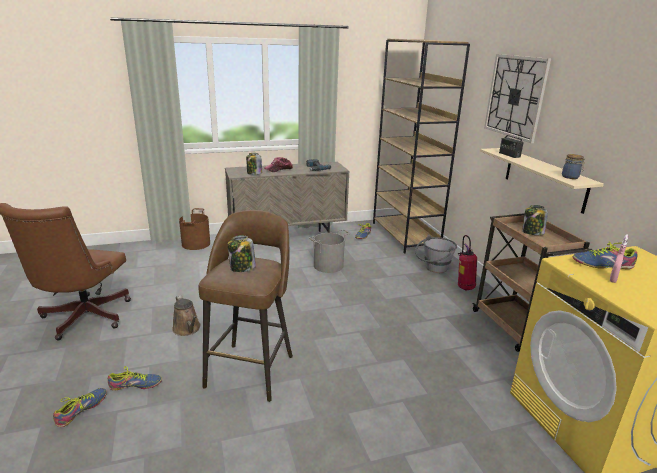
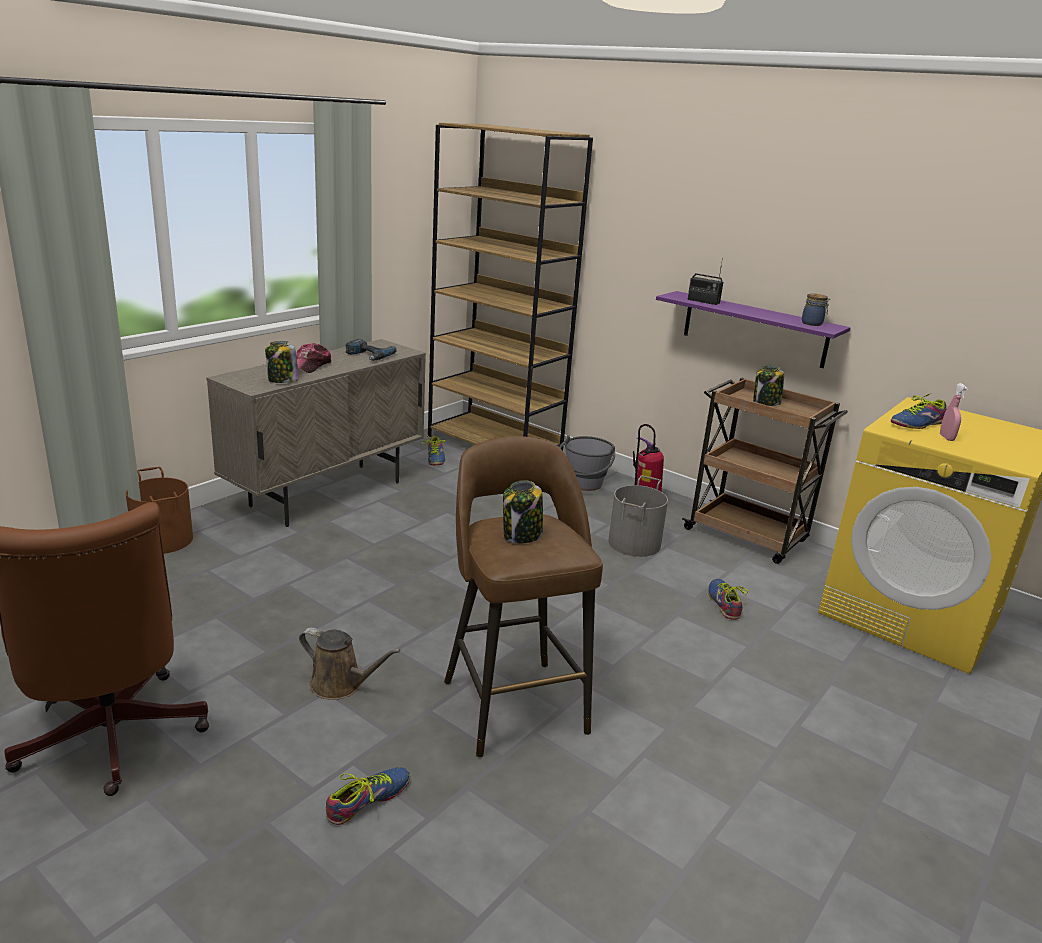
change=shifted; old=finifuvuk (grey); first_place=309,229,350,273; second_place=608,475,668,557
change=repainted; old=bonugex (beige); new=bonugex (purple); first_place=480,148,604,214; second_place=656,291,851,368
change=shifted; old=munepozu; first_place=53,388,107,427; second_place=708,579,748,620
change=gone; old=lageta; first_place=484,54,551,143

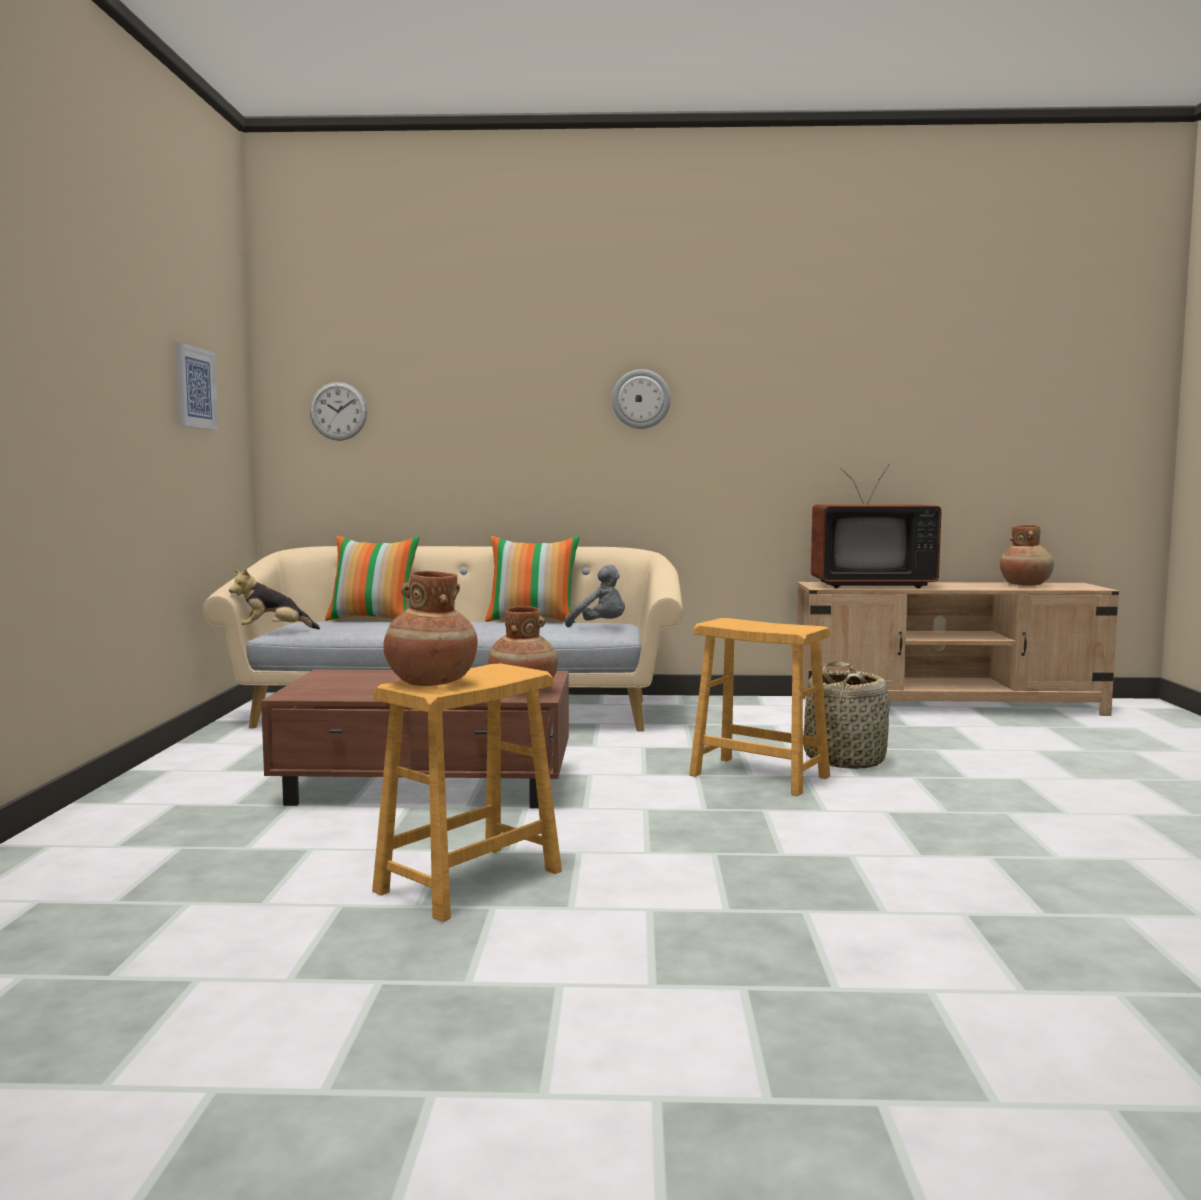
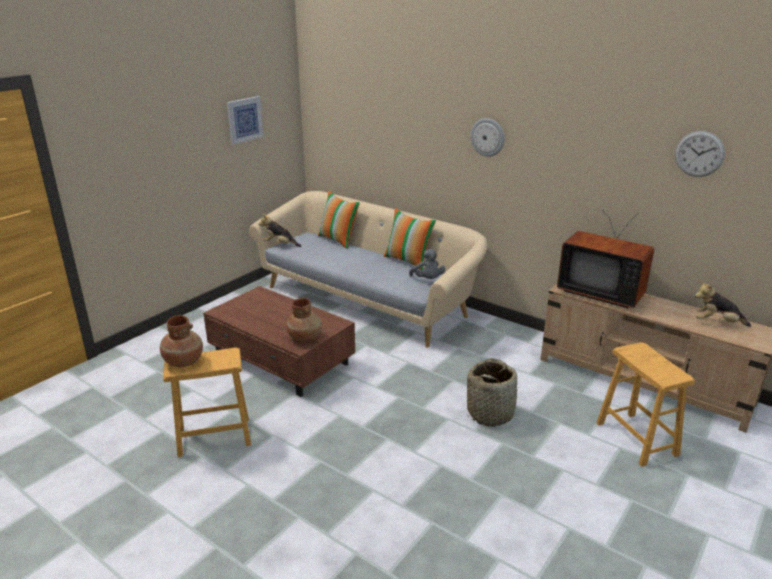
change=shifted; old=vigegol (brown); first_place=689,618,830,796; second_place=596,342,695,467
change=shifted; old=lageta; first_place=310,382,367,441; second_place=675,131,725,177
change=swapped; old=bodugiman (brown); new=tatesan; first_place=1000,525,1054,586; second_place=695,281,751,327

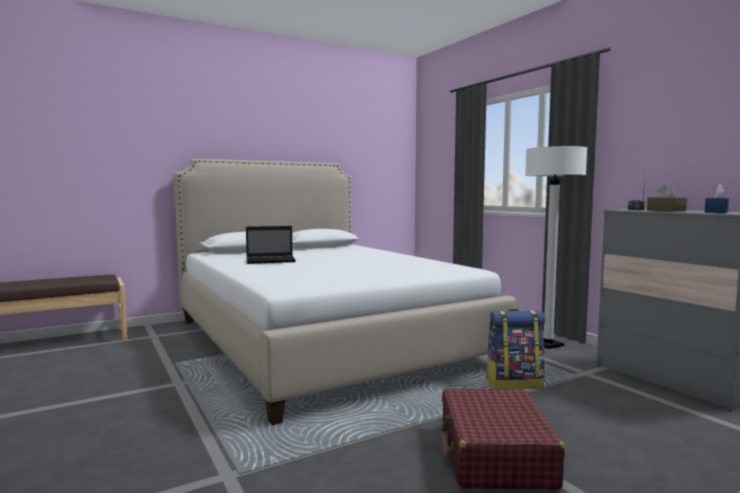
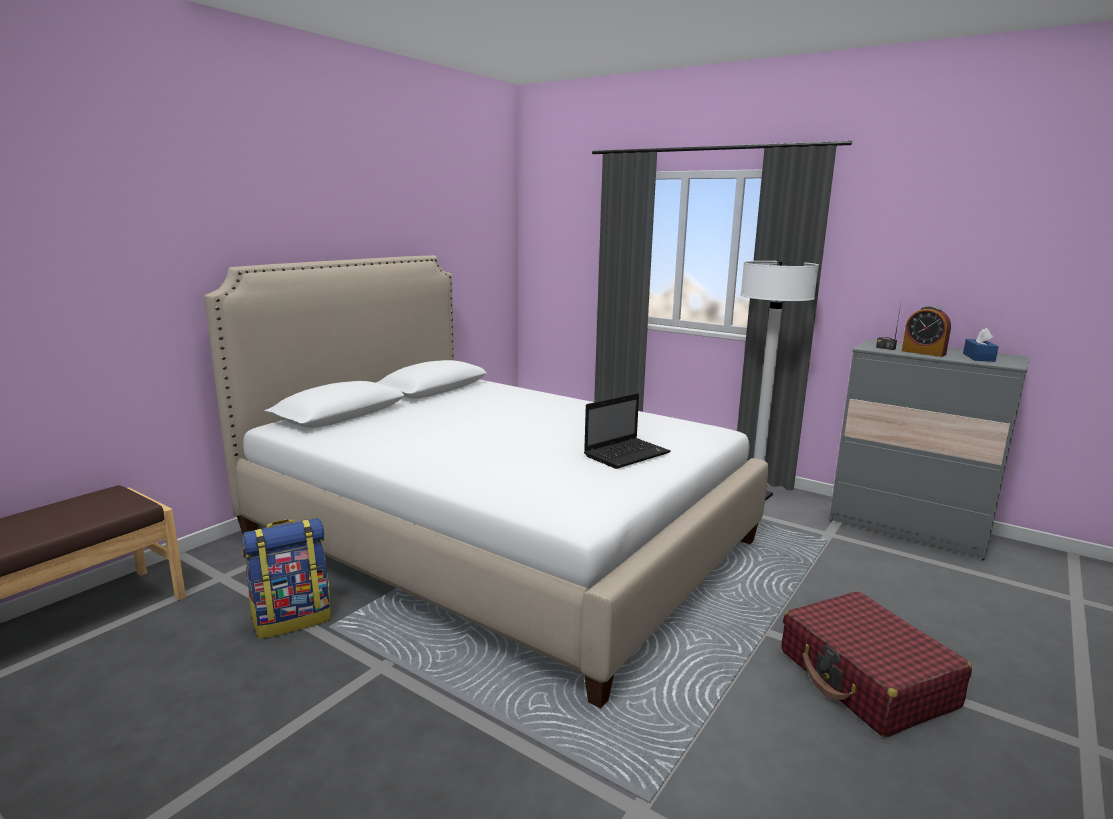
change=shifted; old=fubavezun; first_place=486,309,545,389; second_place=243,518,331,639
change=shifted; old=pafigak; first_place=246,226,296,264; second_place=584,393,671,469
change=swapped; old=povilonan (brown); new=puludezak; first_place=647,184,687,212; second_place=902,306,951,357

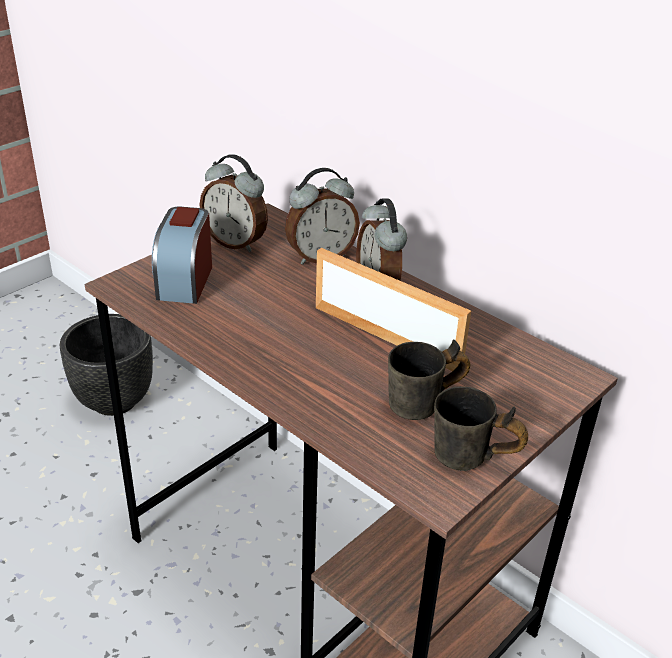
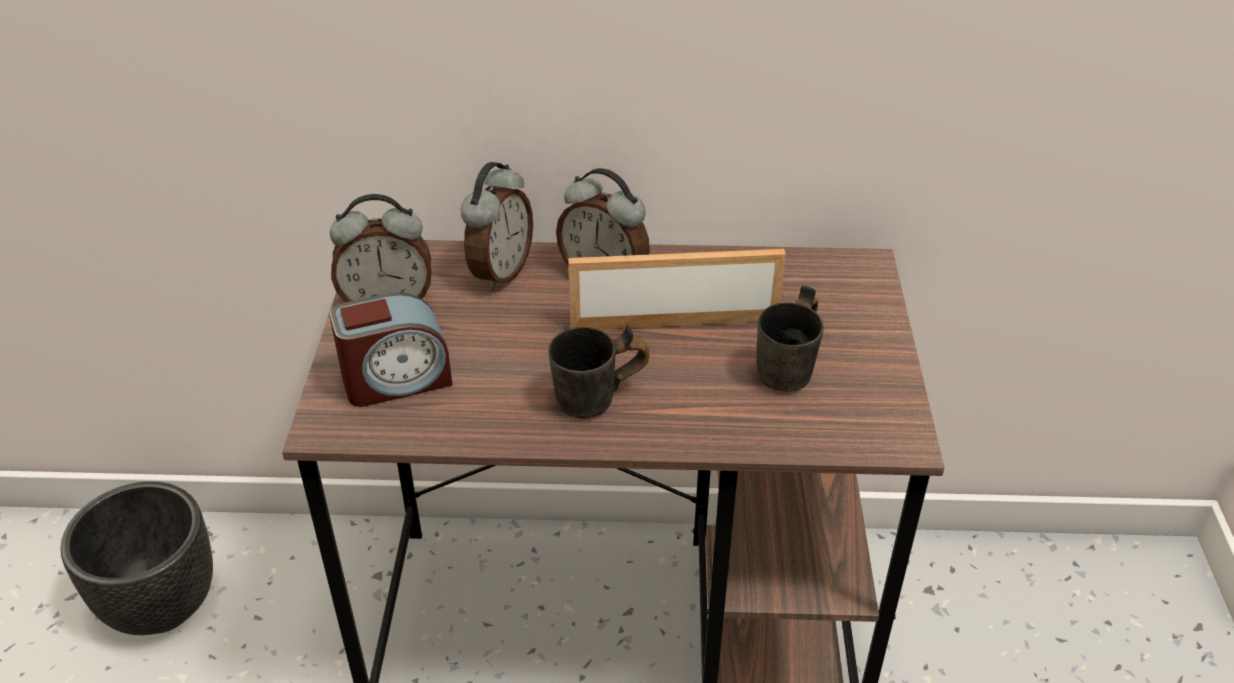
change=rotated; old=puludezak; first_place=152,207,212,304; second_place=329,292,453,407; degrees=-75
change=shifted; old=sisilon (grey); first_place=434,386,528,471; second_place=548,325,650,418

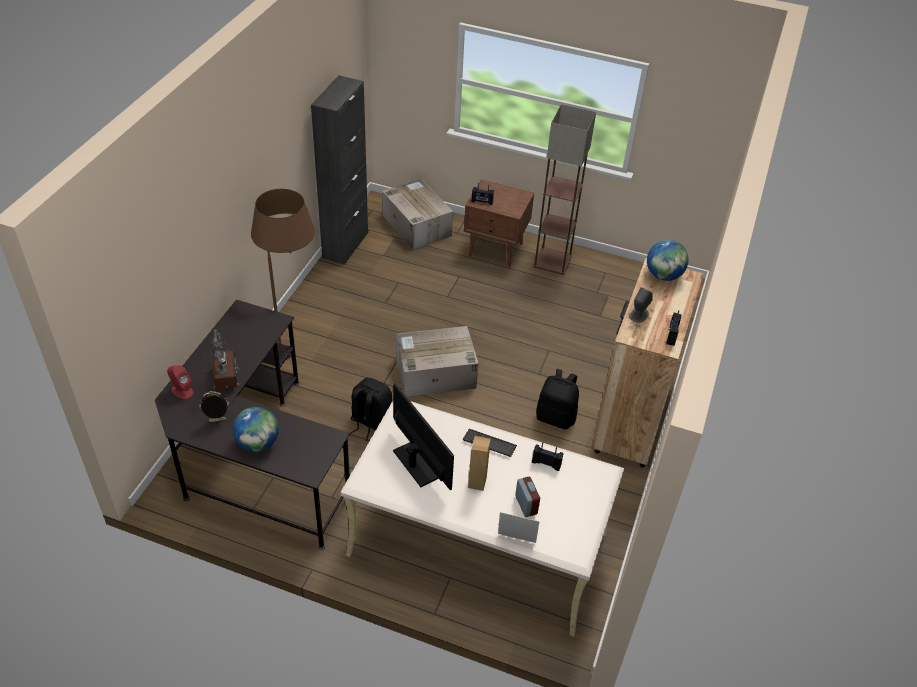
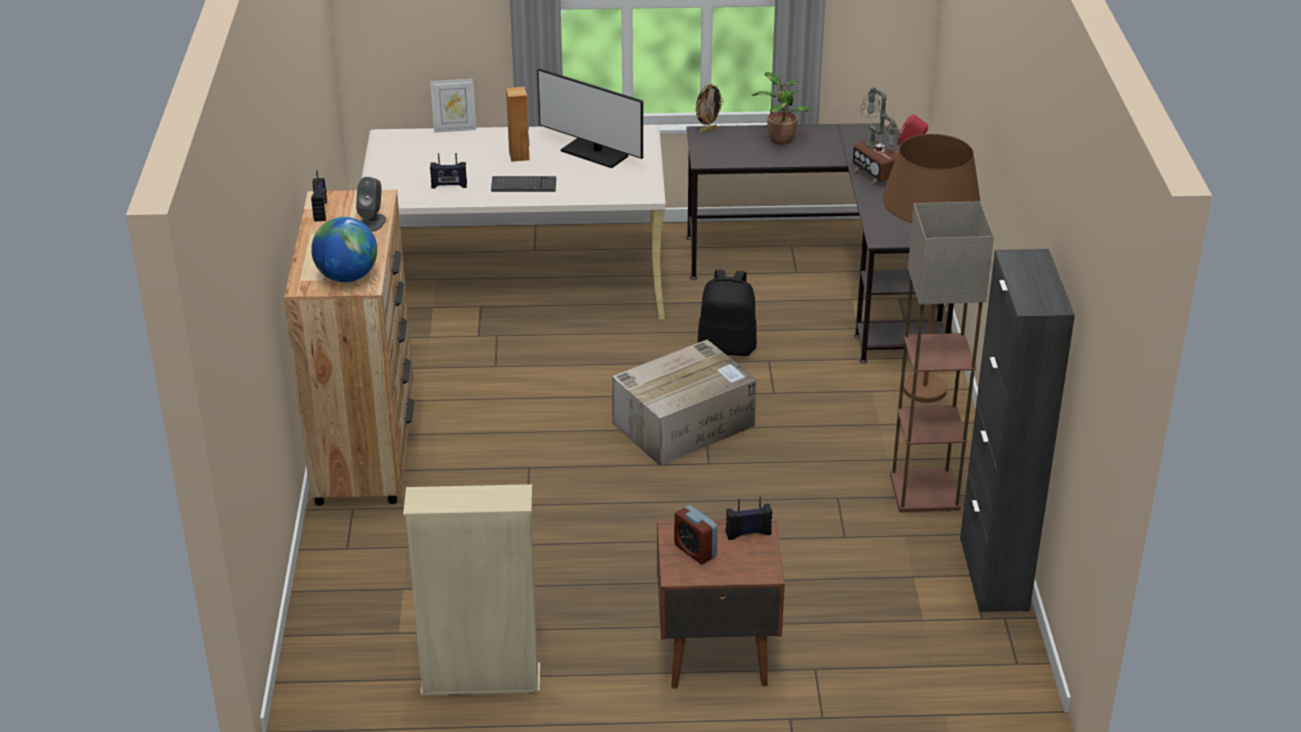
change=new; new=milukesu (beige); second_place=403,484,540,696
change=shifted; old=puludezak; first_place=515,476,540,517; second_place=674,505,718,564
change=shifted; old=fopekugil; first_place=199,391,229,422; second_place=695,83,724,133
change=swapped; old=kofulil; new=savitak; first_place=233,407,279,452; second_place=750,72,812,145
change=shifted; old=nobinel; first_place=533,104,596,275; second_place=890,201,994,513
change=gone; old=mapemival; first_place=382,179,453,250
change=gone; old=fubavezun (black); first_place=536,369,579,430

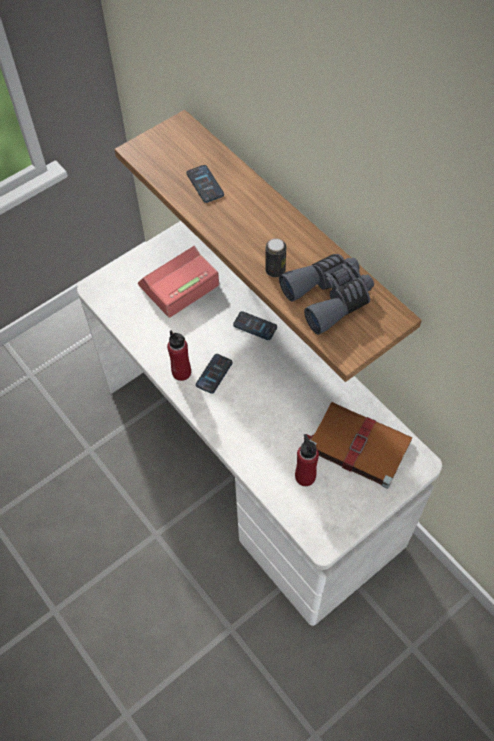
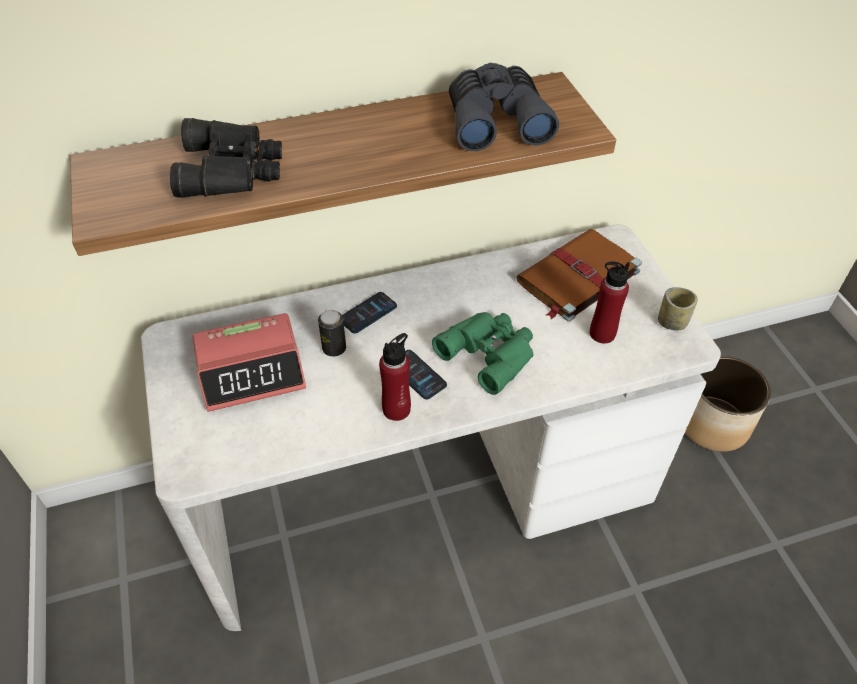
change=swapped; old=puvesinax; new=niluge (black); first_place=186,165,224,203; second_place=170,118,282,198
change=rotated; old=puludezak; first_place=138,246,219,317; second_place=192,313,306,412; degrees=-90
change=shifted; old=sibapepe; first_place=265,238,286,277; second_place=318,310,346,357
change=new; new=niluge (green); second_place=432,312,533,395
change=new; new=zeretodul; second_place=658,287,698,331
change=new; new=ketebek; second_place=685,356,771,452

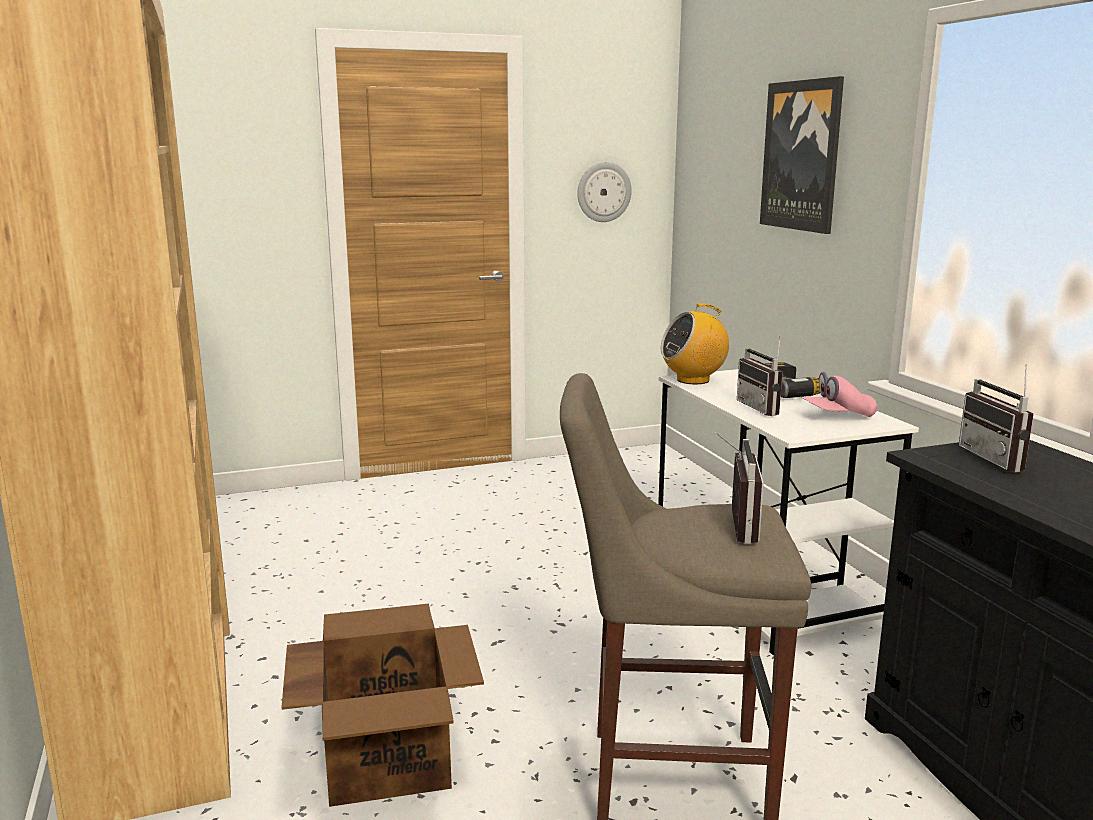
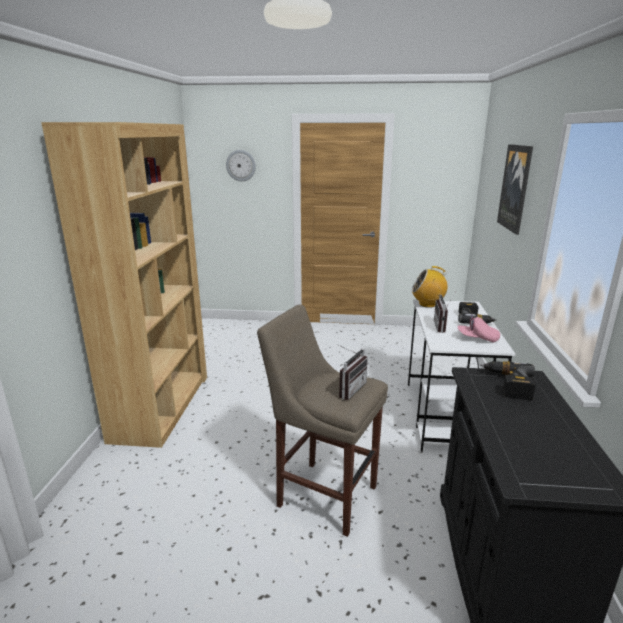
change=shifted; old=lageta; first_place=577,162,632,222; second_place=226,150,256,181
change=swapped; old=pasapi; new=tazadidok; first_place=959,365,1034,472; second_place=480,361,535,400
change=gone; old=mapemival; first_place=282,604,484,807

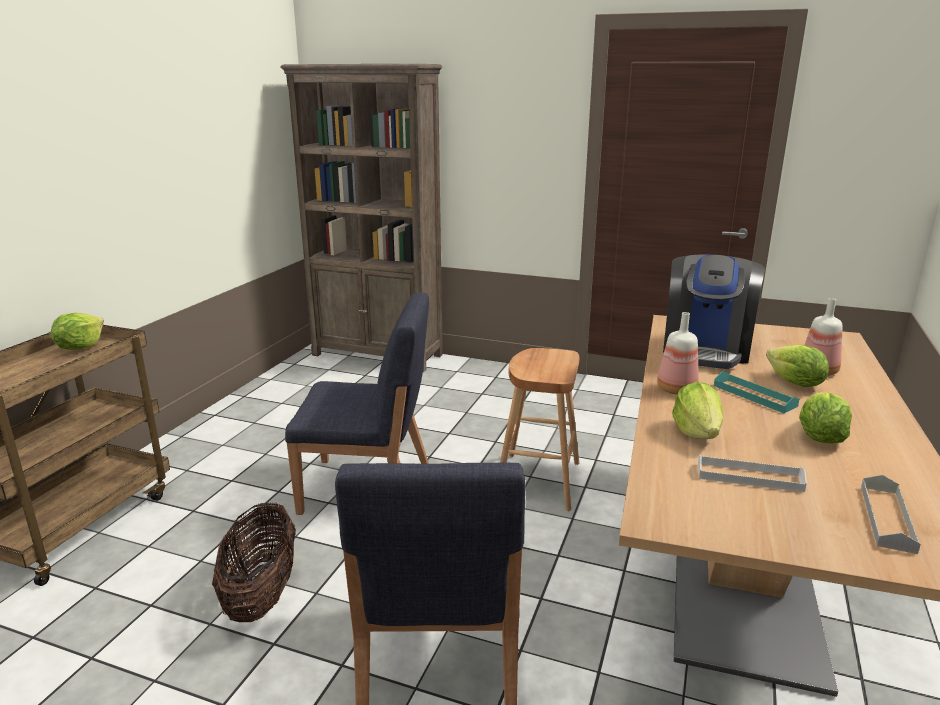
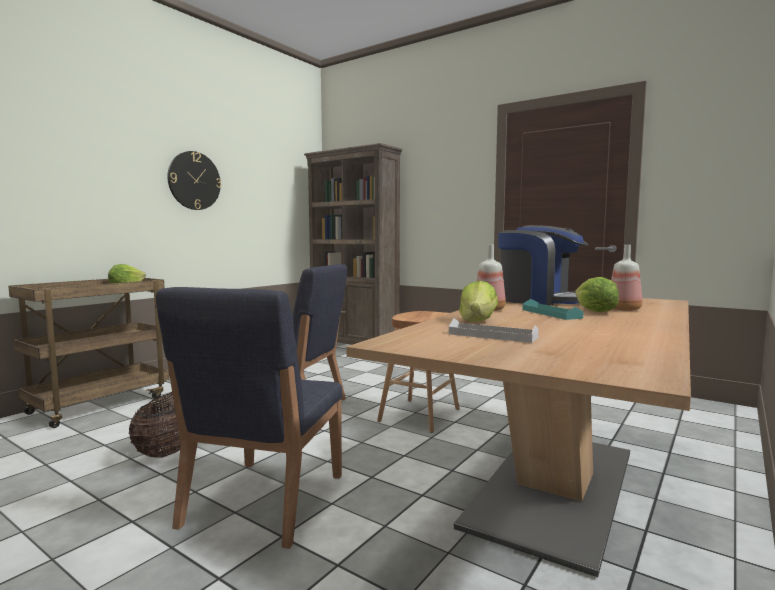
change=new; new=lageta; second_place=167,151,222,210
change=rotated; old=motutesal; first_place=663,255,765,369; second_place=498,225,588,305; degrees=-90
change=gone; old=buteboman; first_place=799,393,852,443
change=gone; old=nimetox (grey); first_place=861,475,921,554

